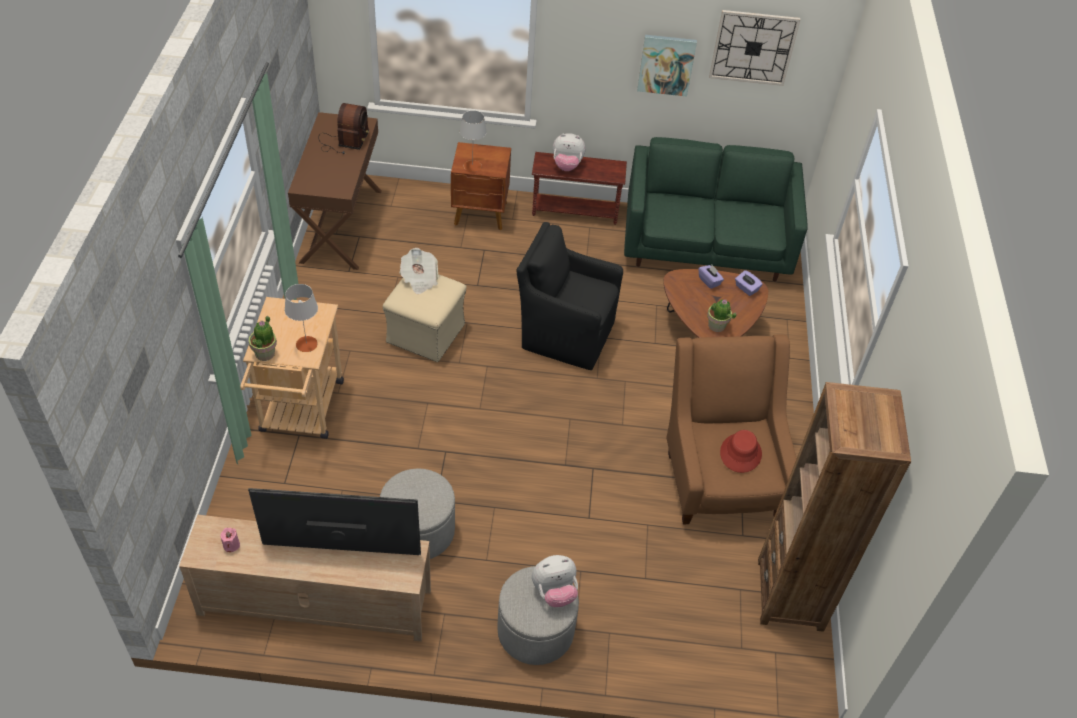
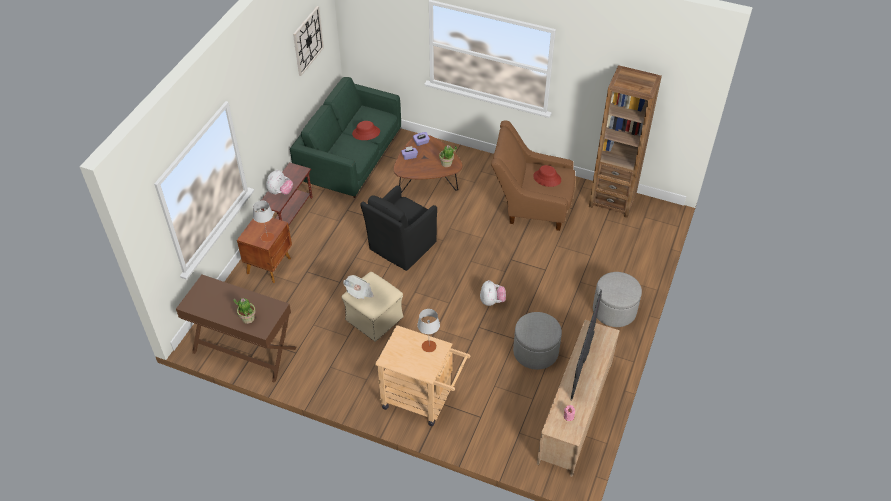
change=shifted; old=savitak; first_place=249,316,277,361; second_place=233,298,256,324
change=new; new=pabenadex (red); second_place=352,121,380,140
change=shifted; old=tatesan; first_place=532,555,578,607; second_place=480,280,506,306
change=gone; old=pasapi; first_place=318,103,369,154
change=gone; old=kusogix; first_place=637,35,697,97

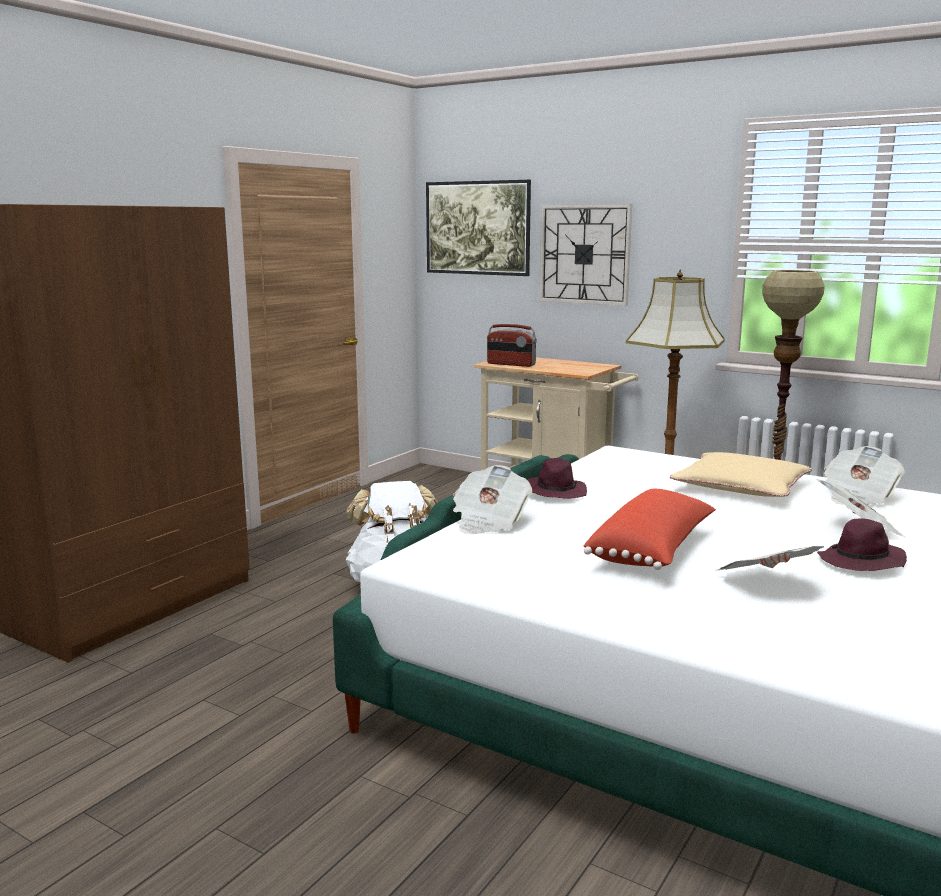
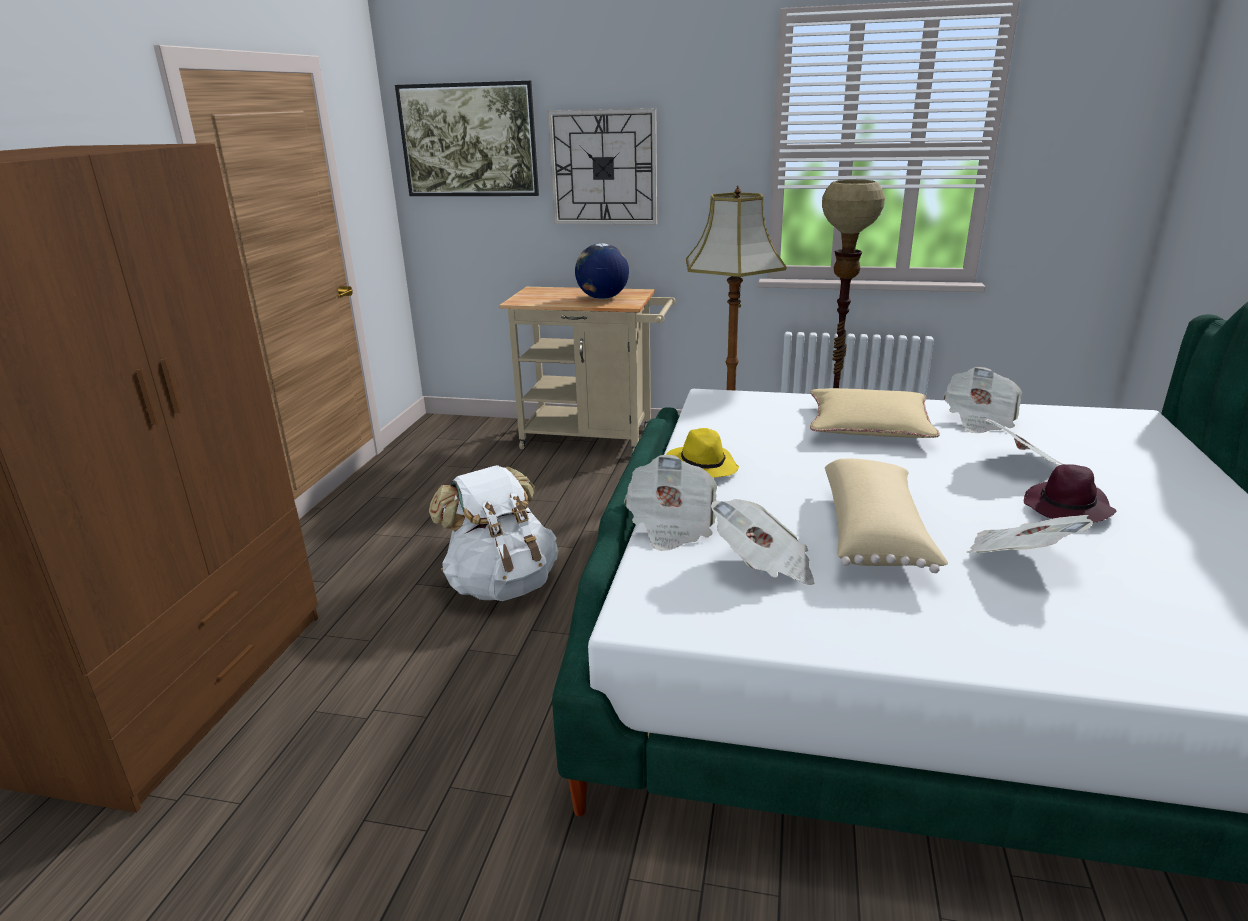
change=new; new=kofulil; second_place=575,243,629,299
change=repainted; old=pabenadex (purple); new=pabenadex (yellow); first_place=527,458,587,499; second_place=666,428,739,478
change=new; new=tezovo; second_place=711,499,815,585
change=repainted; old=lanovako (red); new=lanovako (beige); first_place=584,489,716,570; second_place=825,459,948,573
change=gone; old=pasapi; first_place=487,324,537,367

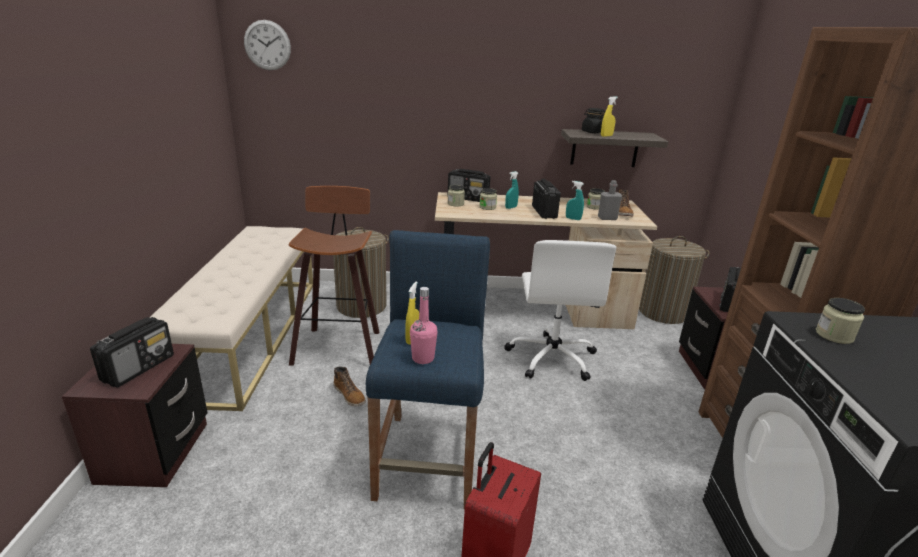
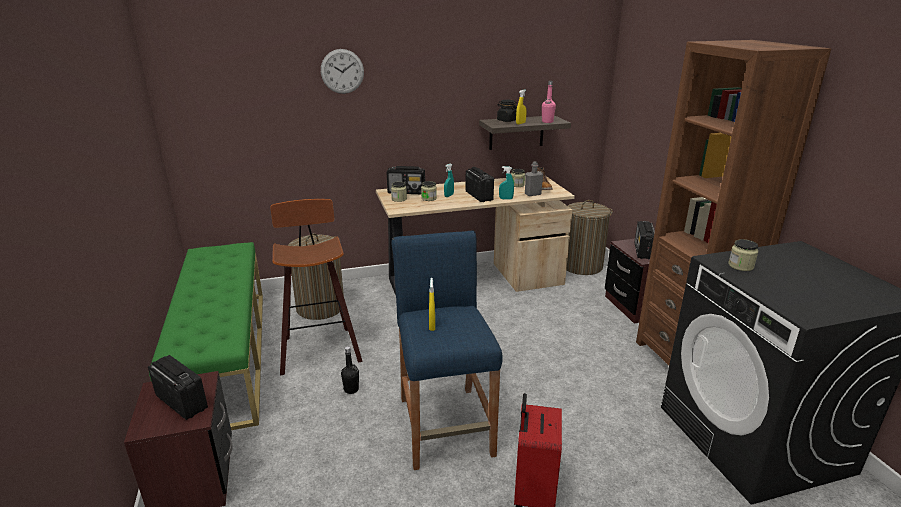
change=rotated; old=pasapi; first_place=90,317,174,388; second_place=148,355,208,420; degrees=-60
change=repainted; old=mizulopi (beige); new=mizulopi (green); first_place=149,226,313,411; second_place=149,242,263,430
change=shifted; old=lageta; first_place=244,20,291,70; second_place=321,49,364,94
change=swapped; old=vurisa; new=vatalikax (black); first_place=334,366,366,406; second_place=341,346,359,394
change=shifted; old=vatalikax (pink); first_place=410,287,438,364; second_place=542,81,556,123
change=gone; old=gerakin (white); first_place=504,240,617,381

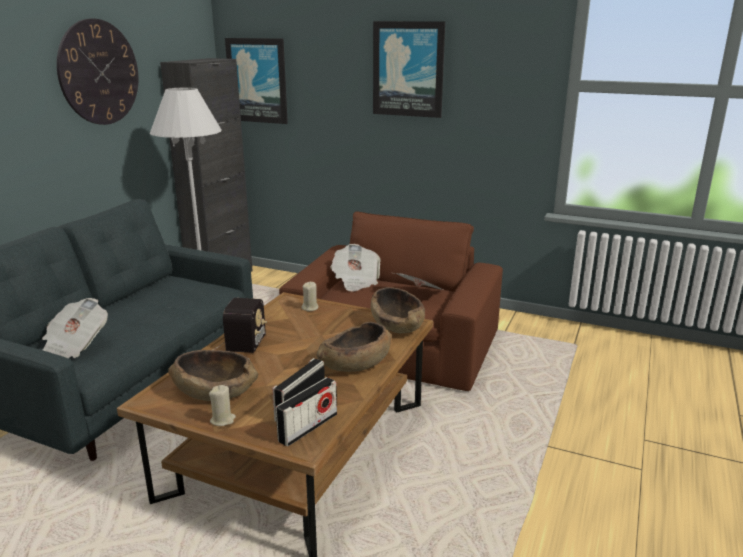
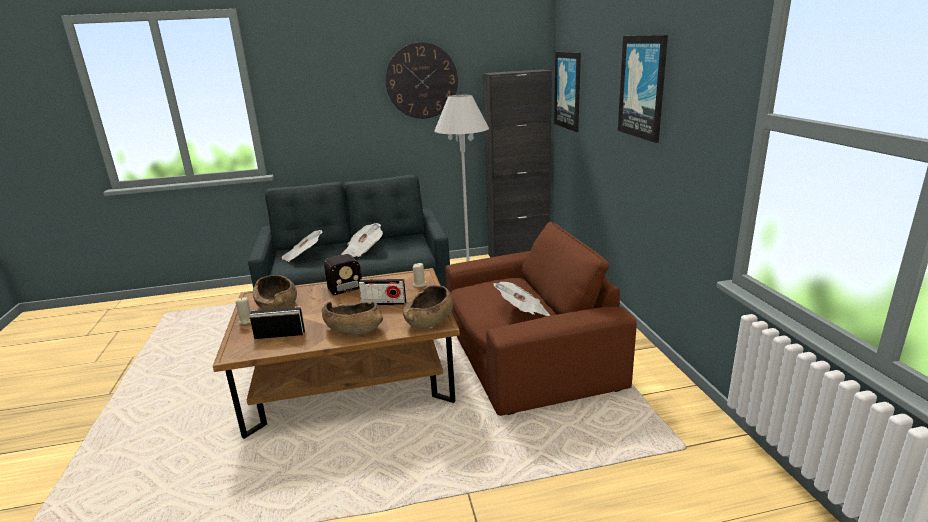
change=shifted; old=tezovo; first_place=330,244,381,292; second_place=341,223,383,257
change=shifted; old=pasapi; first_place=276,377,337,447; second_place=359,279,406,305

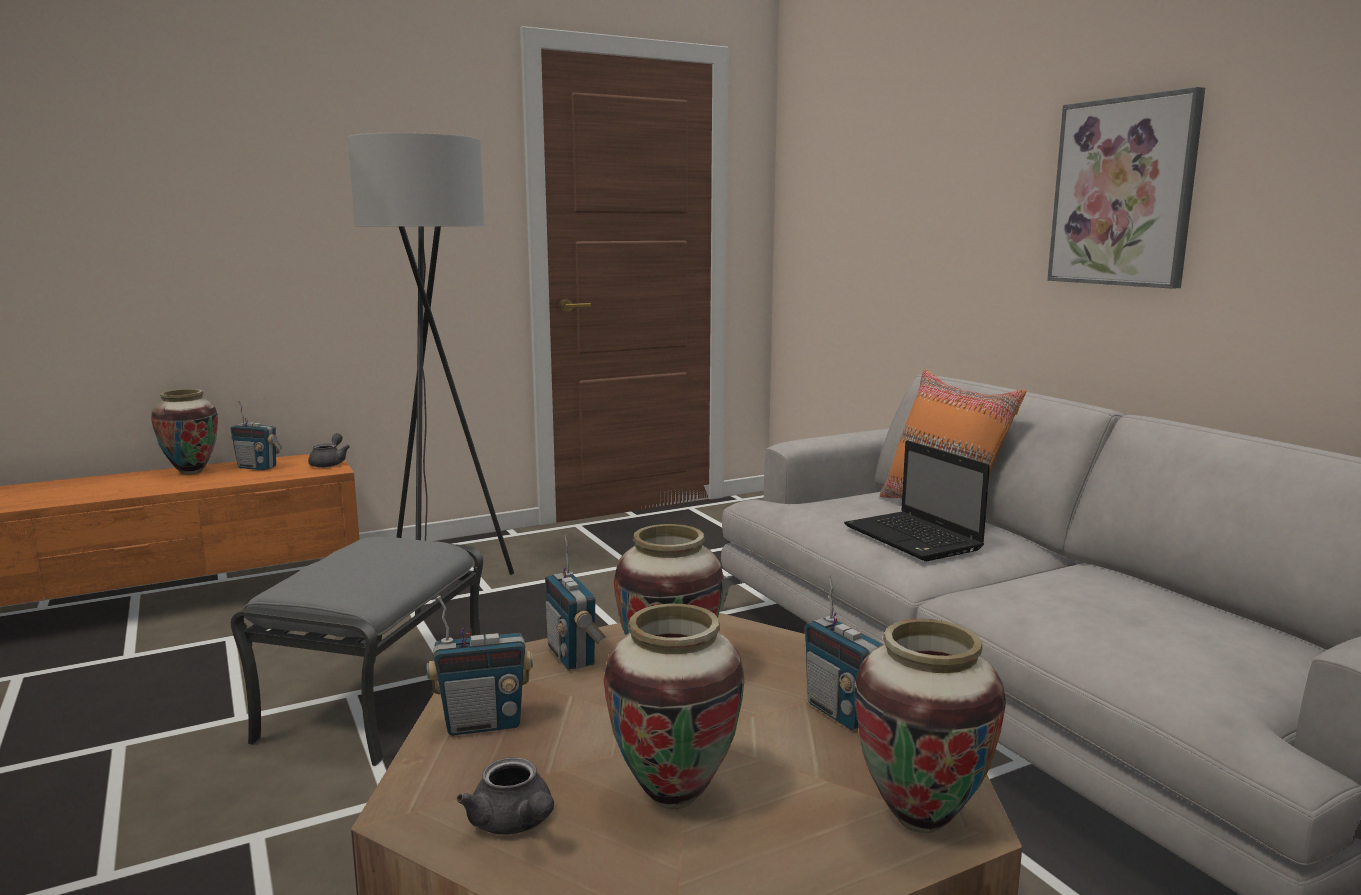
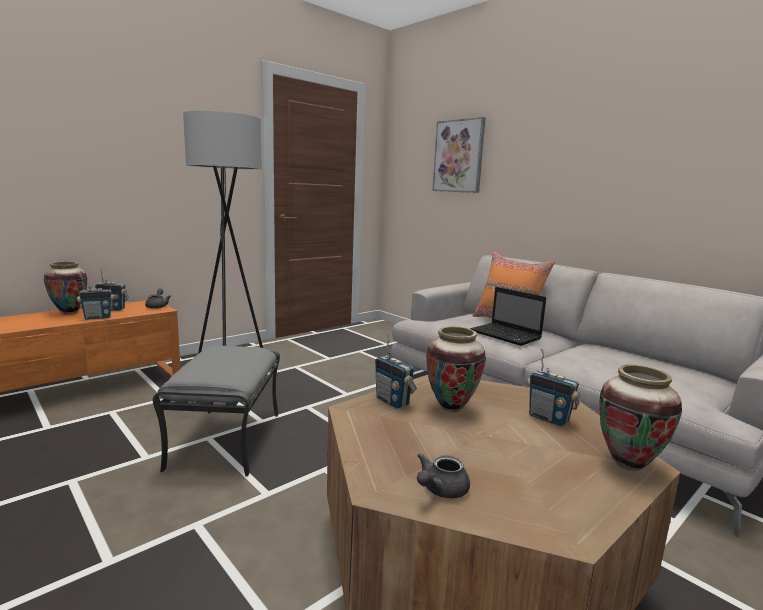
change=shifted; old=pasapi; first_place=427,596,533,736; second_place=77,276,114,320
change=rotated; old=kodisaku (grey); first_place=457,757,554,835; second_place=417,453,470,498; degrees=90
change=shifted; old=kusogix; first_place=1047,87,1205,289; second_place=432,117,485,193
change=gone; old=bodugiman; first_place=604,604,744,809

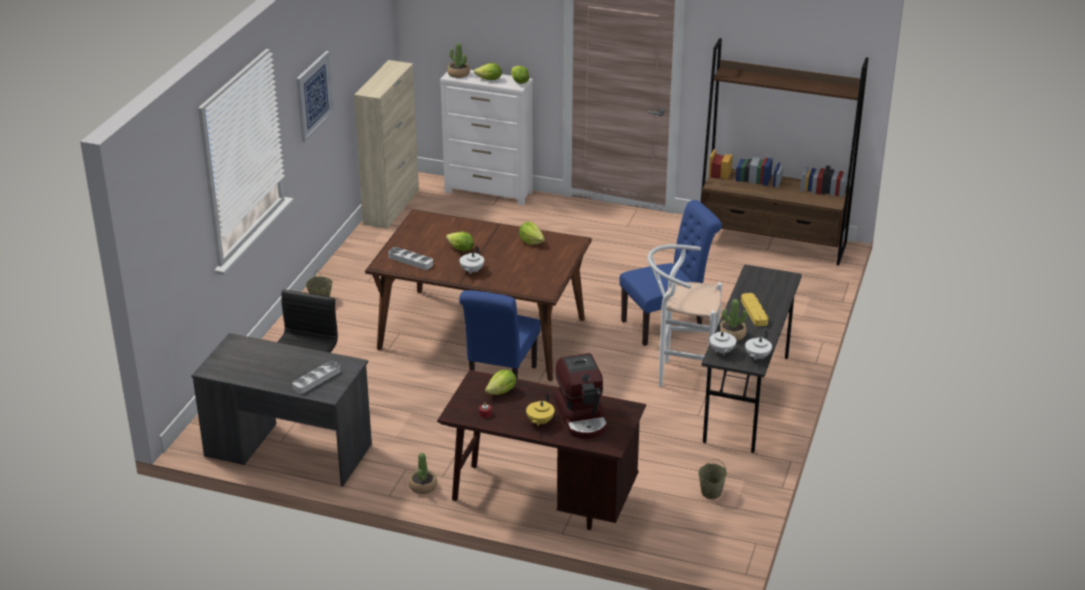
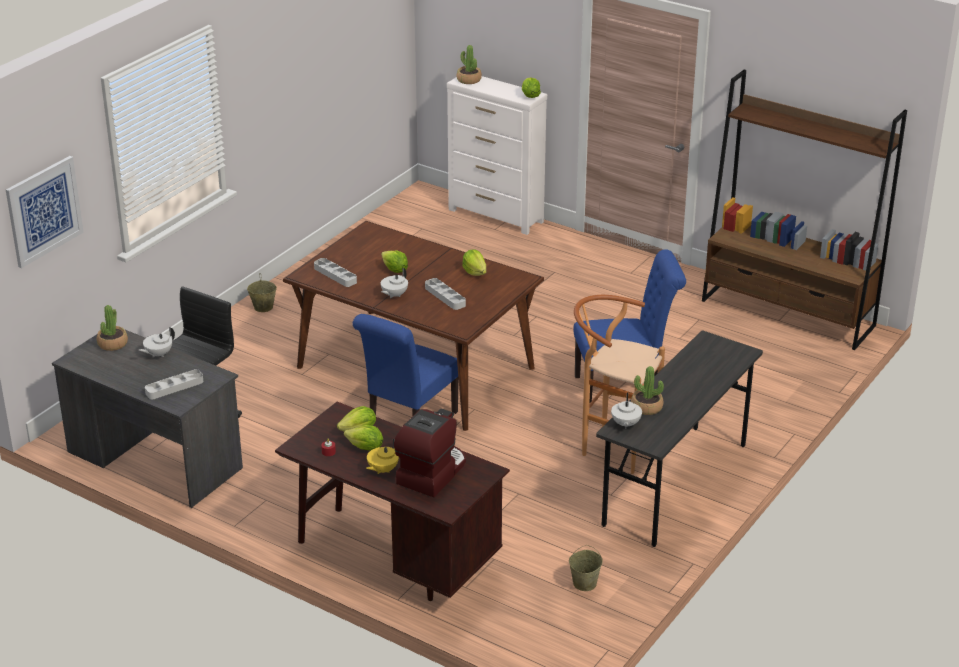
change=shifted; old=kusogix; first_place=296,51,334,142; second_place=6,156,84,268
change=shifted; old=savitak; first_place=409,453,437,494; second_place=97,305,128,351
change=shifted; old=kodisaku (white); first_place=745,331,772,361; second_place=139,327,175,357
change=shifted; old=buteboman; first_place=474,63,502,80; second_place=344,425,383,451
change=rotated; old=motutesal; first_place=556,353,608,439; second_place=394,408,466,497; degrees=-150
change=new; new=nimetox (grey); second_place=425,278,466,310
change=repainted; old=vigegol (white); new=vigegol (brown); first_place=647,244,722,387; second_place=574,295,665,474
change=gone; old=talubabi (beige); first_place=354,60,419,229
change=gone; old=nimetox (yellow); first_place=741,293,768,326

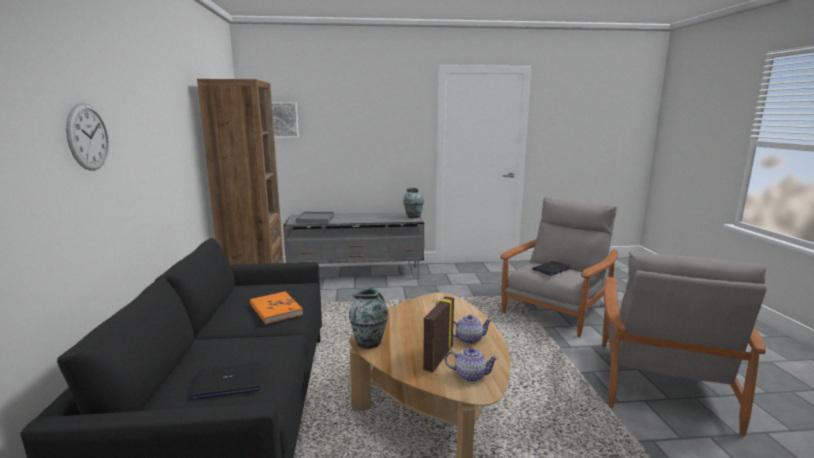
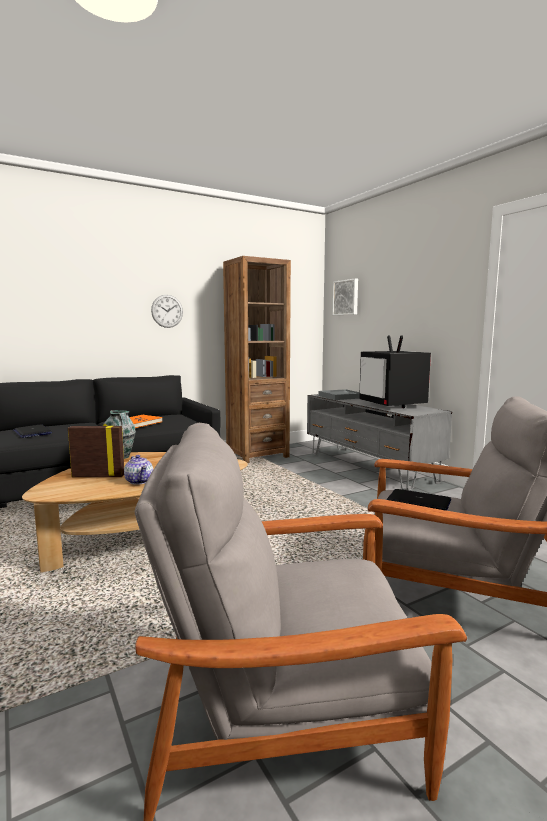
change=shifted; old=lageta; first_place=66,103,109,170; second_place=151,295,183,328
change=new; new=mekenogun; second_place=359,335,431,408
change=gone; old=bodugiman; first_place=403,188,424,218
change=gone; old=kodisaku; first_place=445,347,499,382

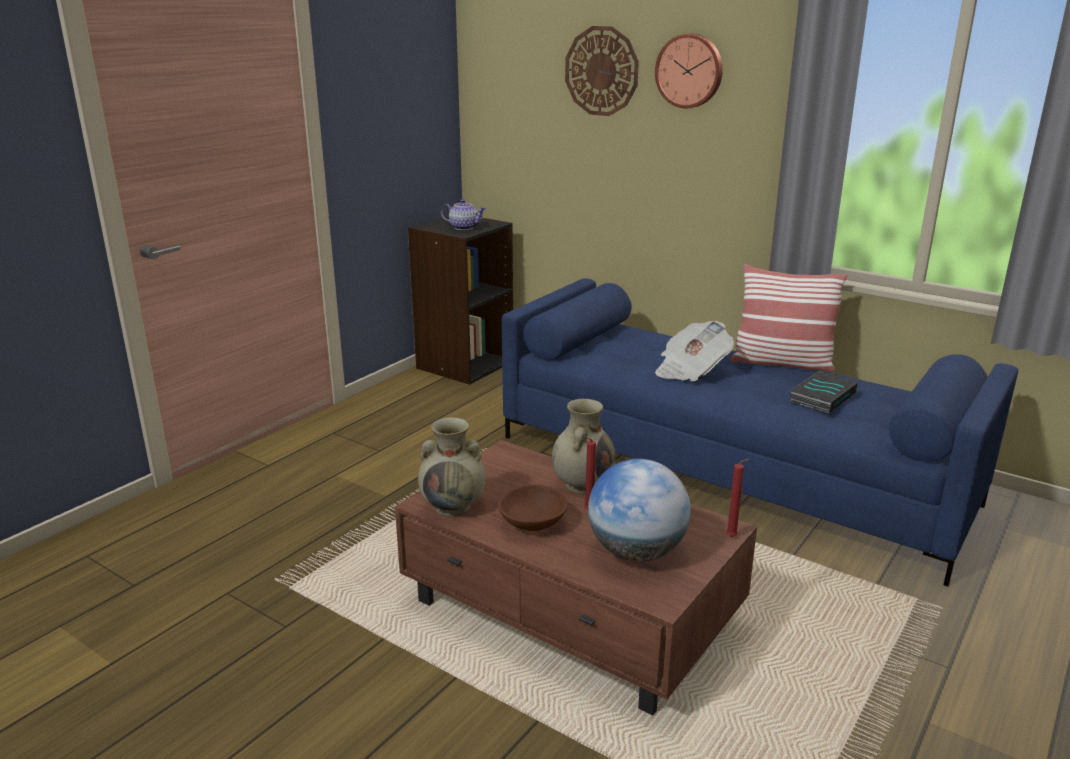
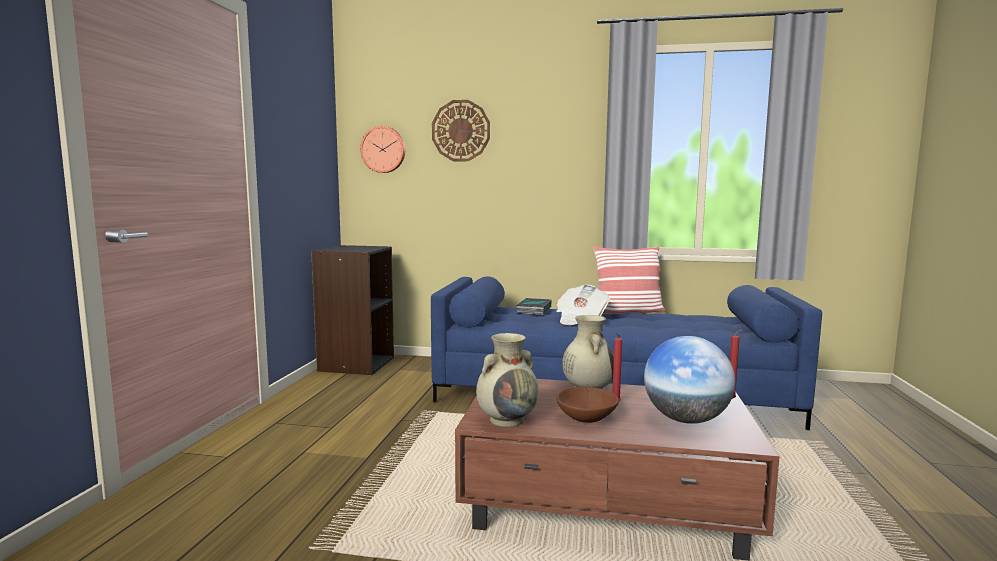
change=shifted; old=lageta; first_place=655,34,723,108; second_place=360,126,405,173
change=shifted; old=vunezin; first_place=789,371,858,413; second_place=516,298,552,315
change=gone; old=kodisaku; first_place=441,199,486,230

